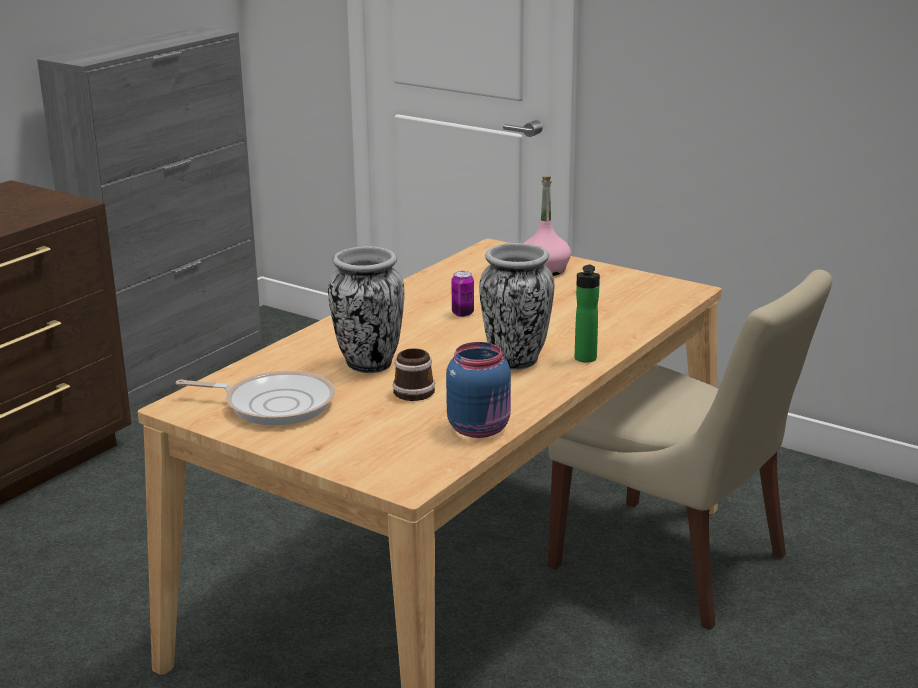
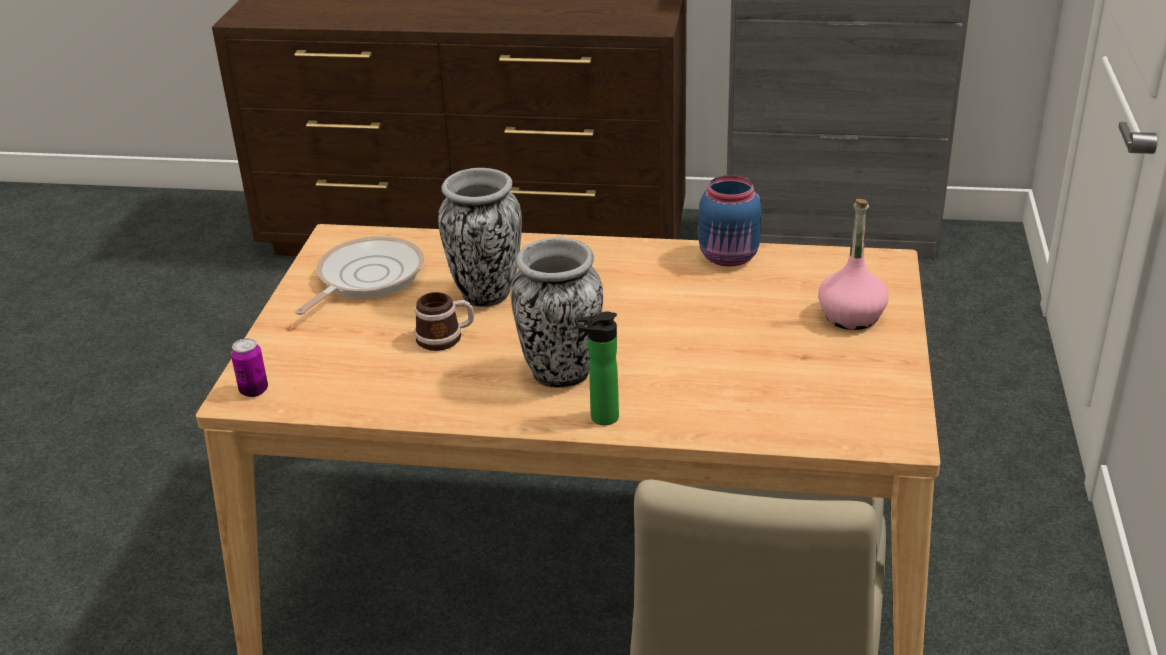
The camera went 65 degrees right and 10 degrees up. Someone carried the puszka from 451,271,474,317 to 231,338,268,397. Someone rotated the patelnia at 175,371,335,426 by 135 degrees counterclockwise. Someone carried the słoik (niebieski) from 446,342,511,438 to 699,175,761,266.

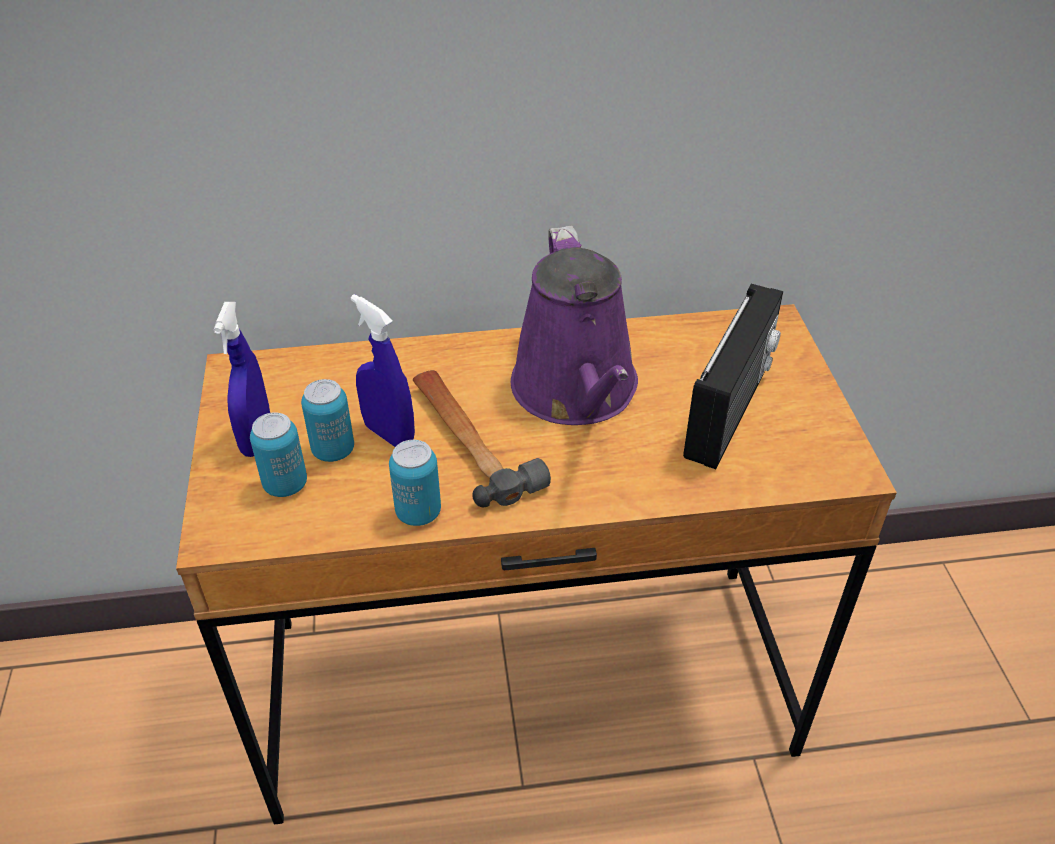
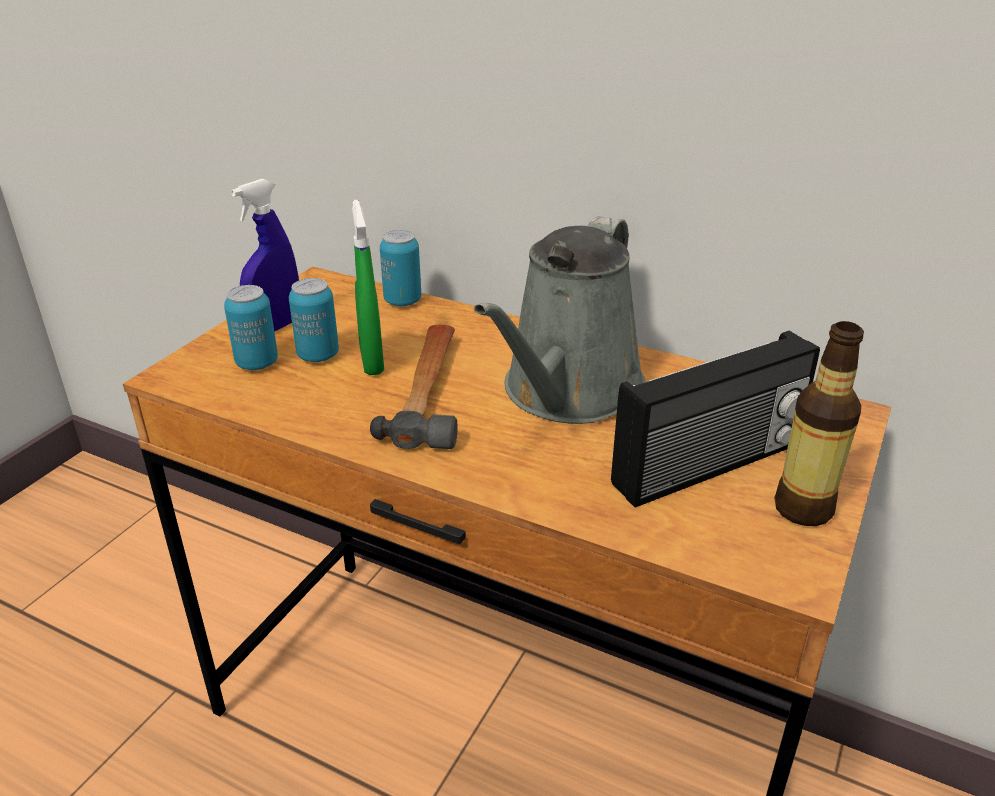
The camera went 35 degrees right and 10 degrees down. Someone repainted the spryskiwacz (niebieski) at 351,294,415,447, which became the spryskiwacz (zielony) at 352,200,384,375. Someone carried the puszka from 389,440,441,526 to 380,230,421,306. Someone repainted the konewka (fioletowy) at 511,226,638,425, which became the konewka (szary) at 474,216,646,424. Someone put down the butelka at 775,321,864,526.

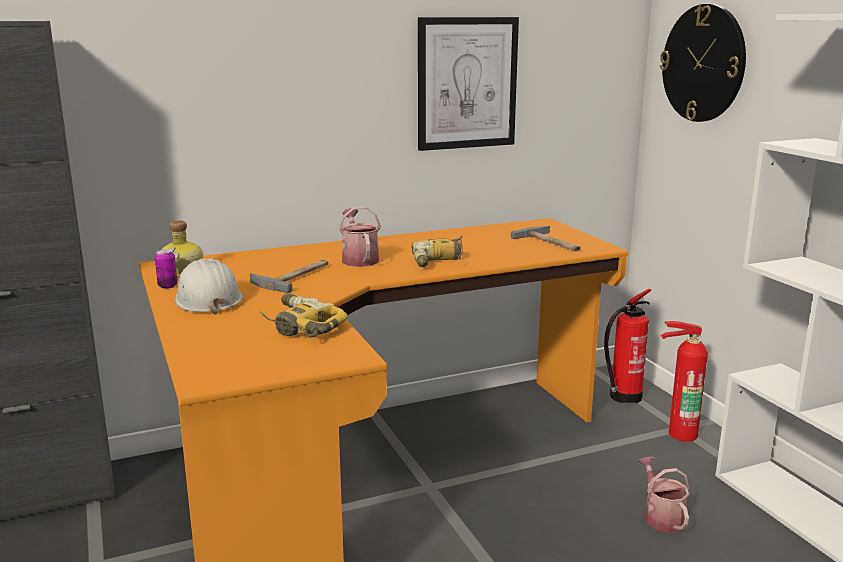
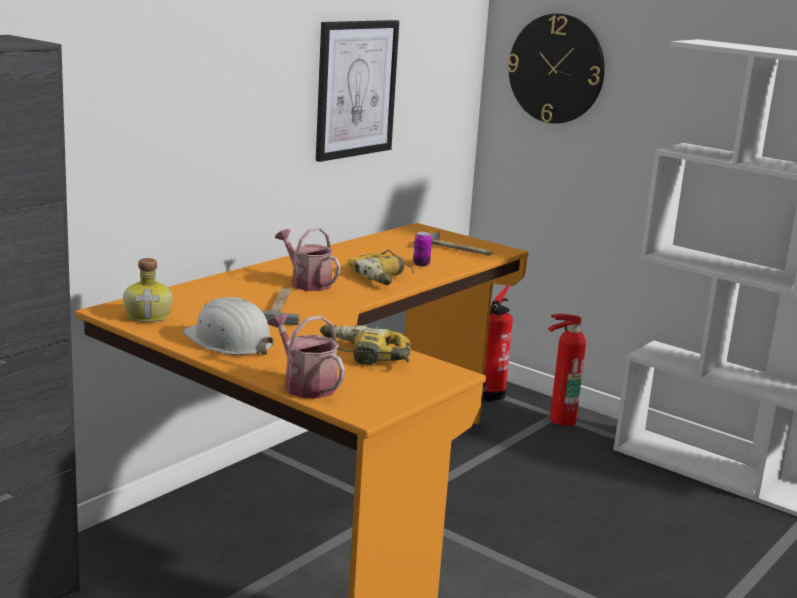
The camera went 30 degrees left and 0 degrees up. Someone carried the konewka from 638,457,690,533 to 268,314,345,398. Someone carried the puszka from 155,249,178,289 to 413,232,432,266.

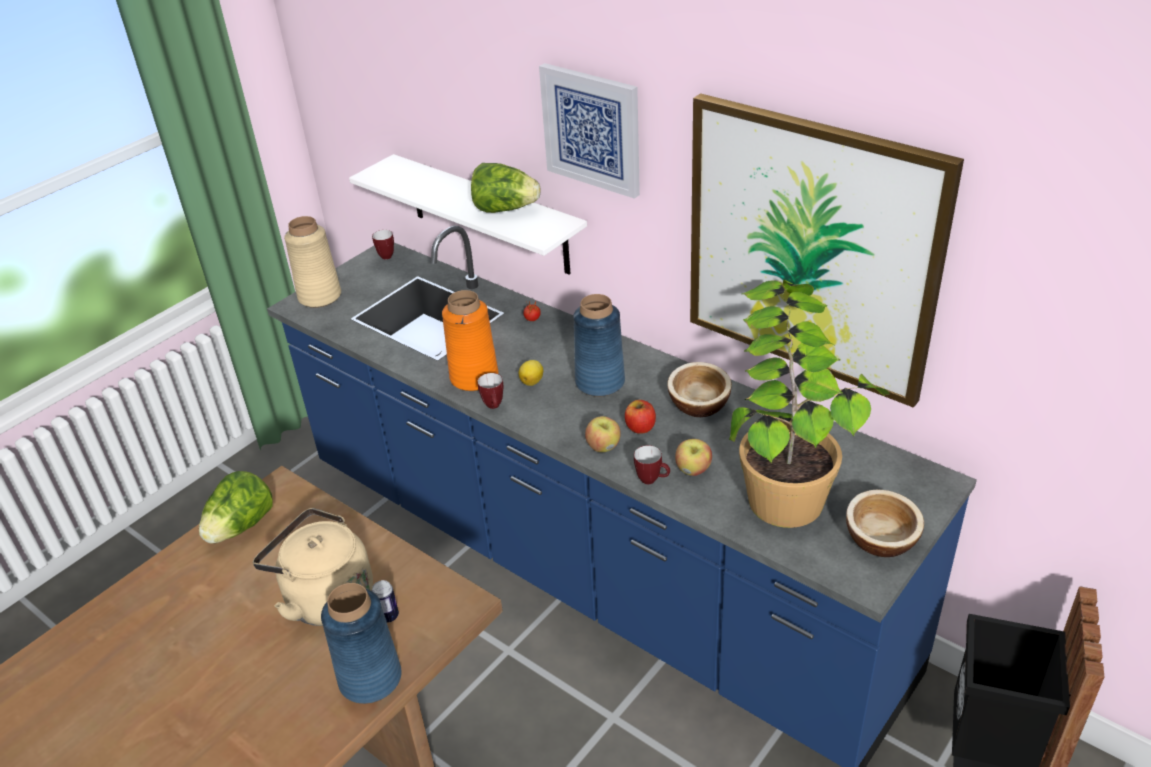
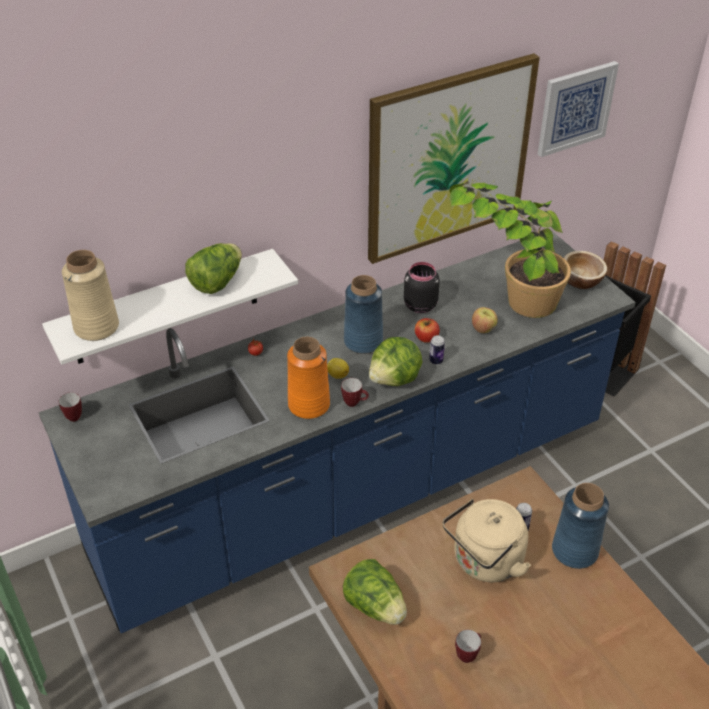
The camera went 70 degrees left and 5 degrees up. Someone carried the wazon (beżowy) from 284,216,341,308 to 62,250,119,341. Someone put down the sałata at 369,337,423,386. Someone swapped the miska at 667,362,732,417 for the słoik (czarny) at 404,262,440,313. Someone swapped the jabłko at 585,416,621,452 for the puszka at 429,335,445,365. Someone carried the kubek from 634,445,670,484 to 455,630,481,663. Someone carried the obraz from 539,63,640,199 to 538,61,619,157.

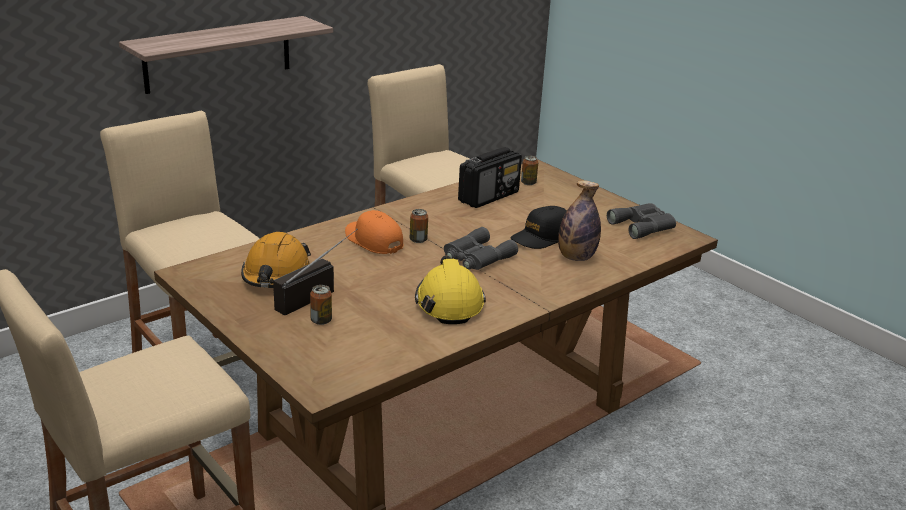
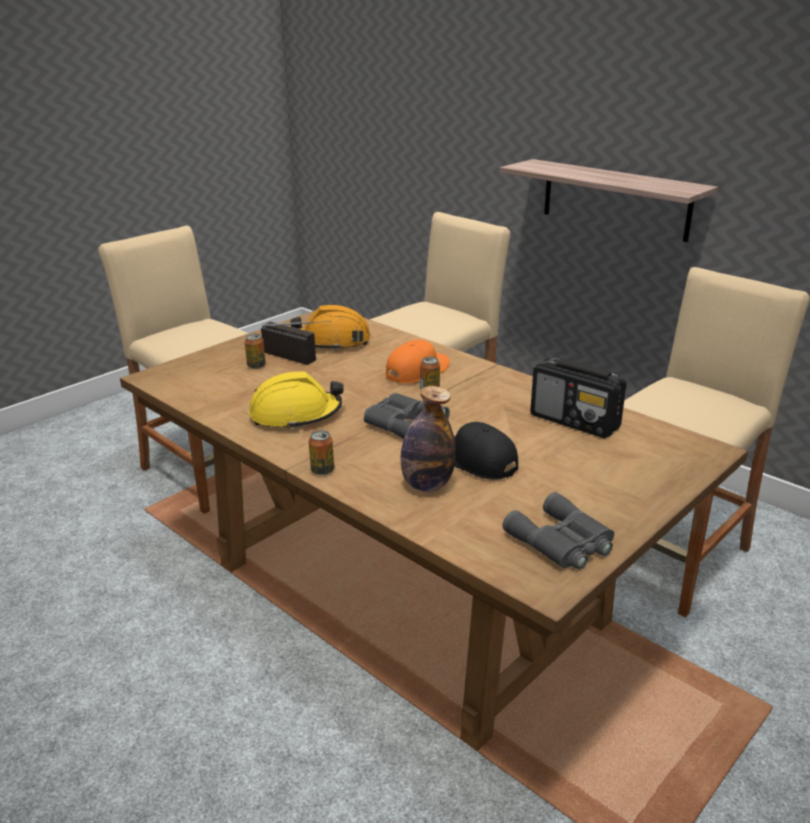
The camera went 85 degrees right and 0 degrees up. Someone carried the puszka from 521,155,538,185 to 308,430,334,475.

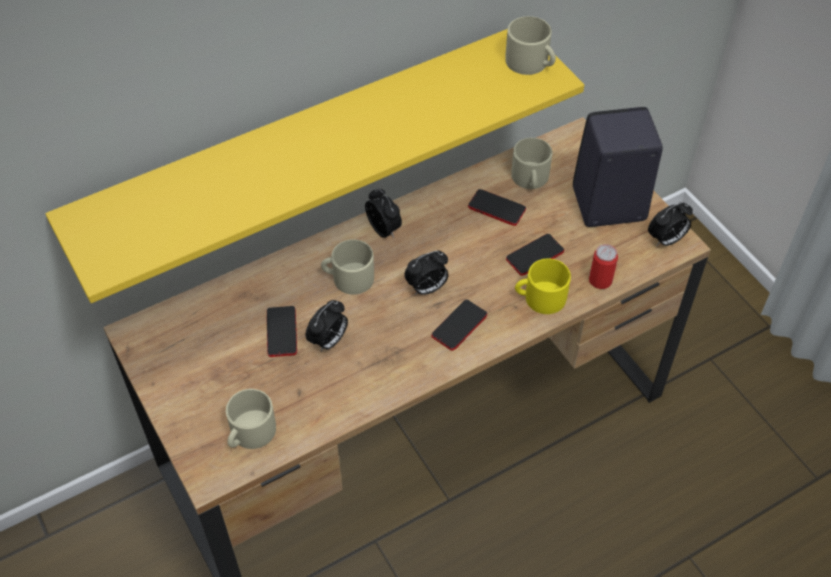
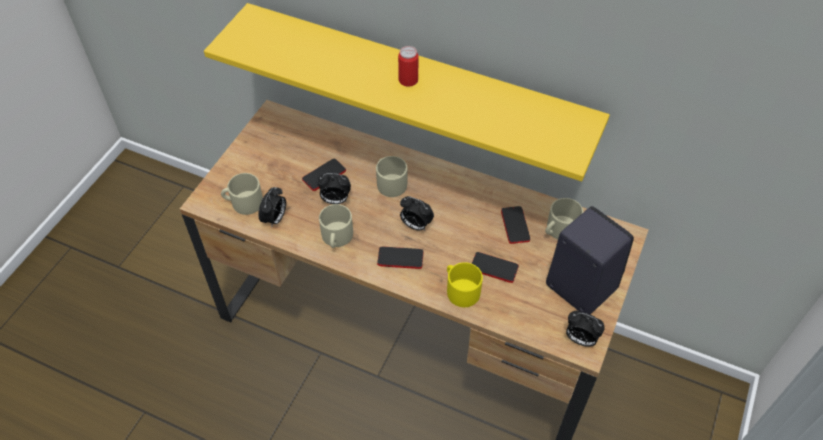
The camera went 55 degrees right and 0 degrees up. Someone carried the budzik from 365,189,402,238 to 258,187,286,227. Someone carried the kubek (beżowy) from 505,16,556,75 to 319,204,353,248. Someone carried the puszka from 589,244,618,289 to 398,46,418,87.

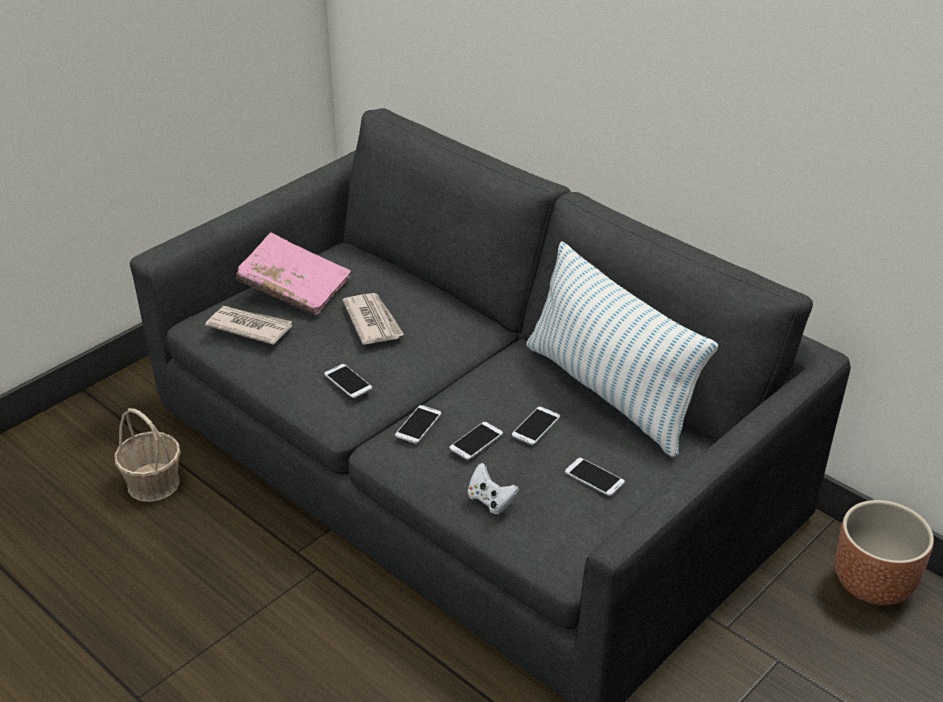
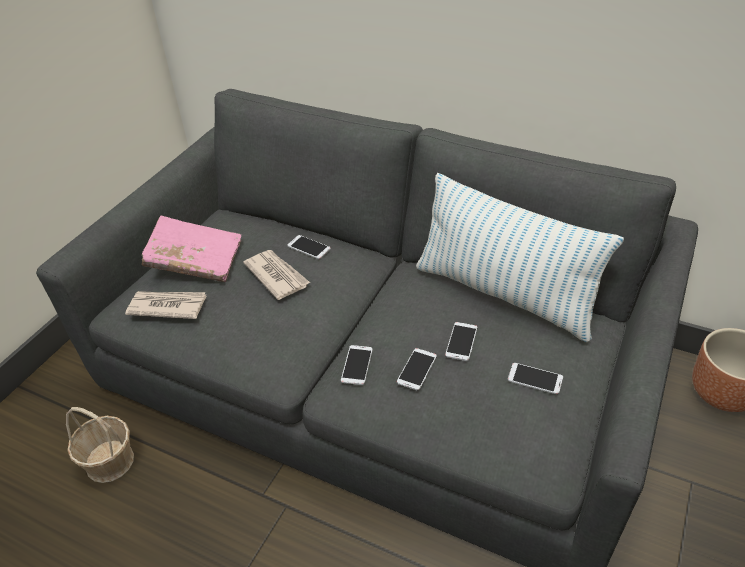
The camera went 15 degrees left and 5 degrees up. Someone carried the telefon from 324,364,372,398 to 288,235,331,259. Someone took away the pad do gier (biały) at 468,463,519,514.

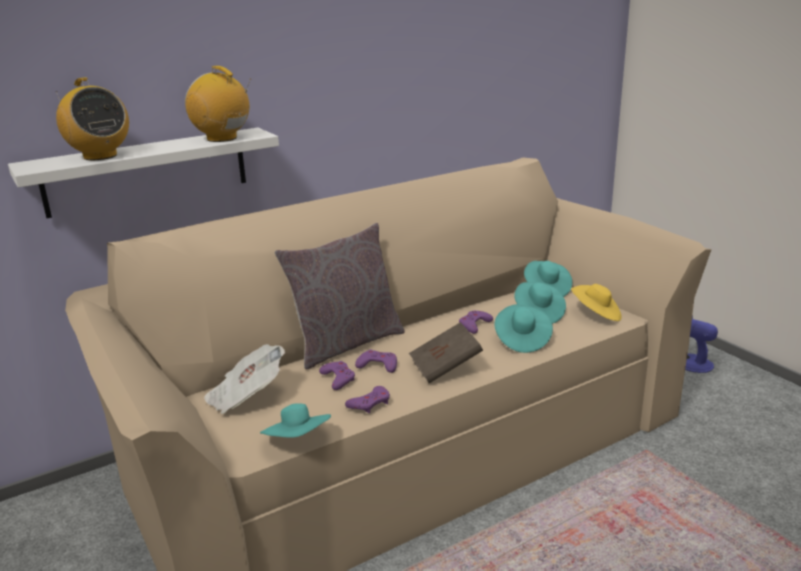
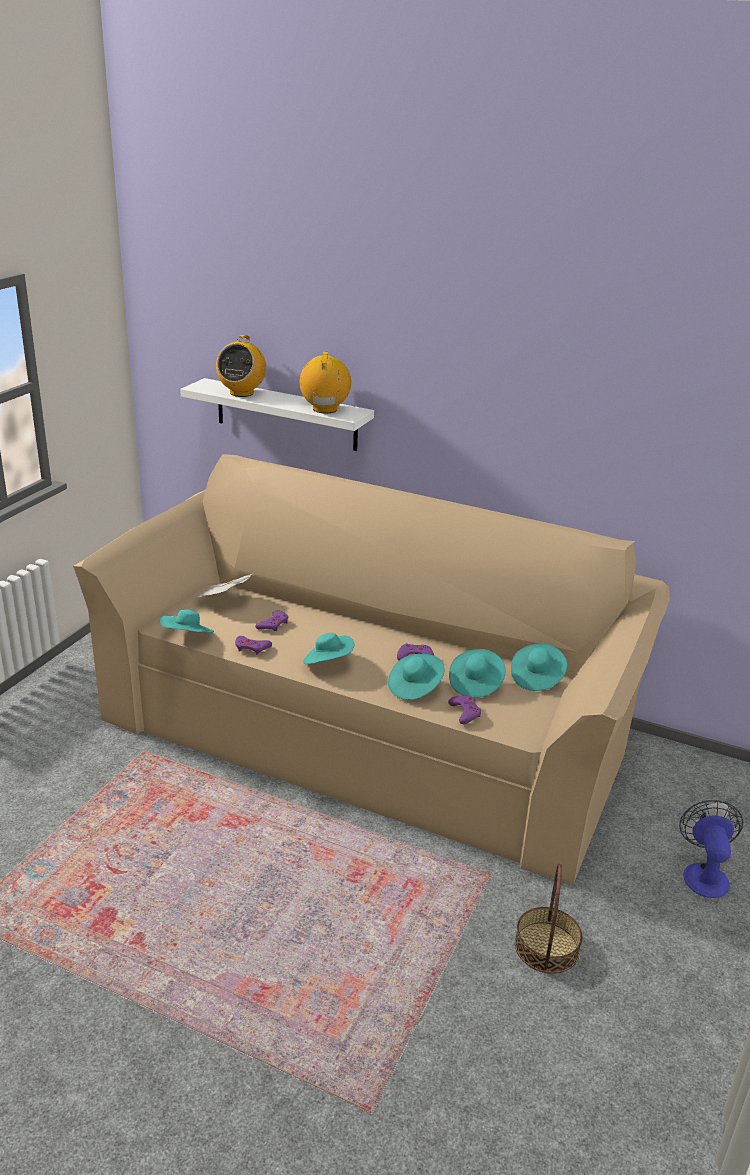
The camera went 55 degrees right and 5 degrees up. Someone swapped the książka (brązowy) at 409,322,483,383 for the kapelusz (turkusowy) at 303,633,354,664. Someone carried the pad do gier (fioletowy) from 355,349,397,373 to 448,696,481,724. Someone put down the koszyk at 515,863,582,974. Someone took away the poduszka (szary) at 275,223,405,369. Someone took away the kapelusz (żółty) at 571,284,622,321.

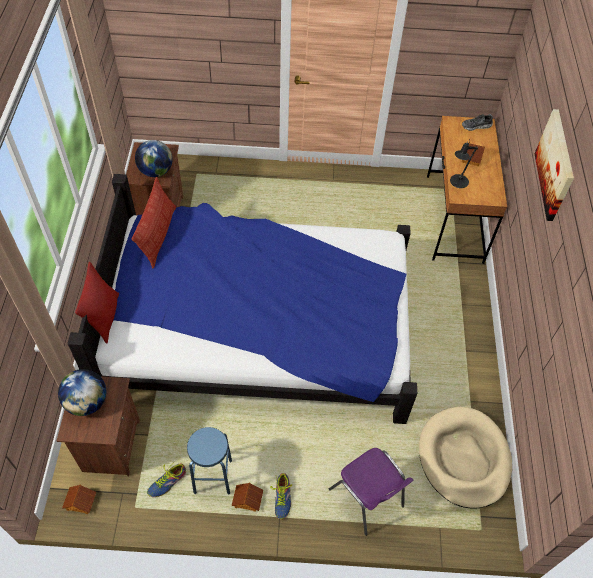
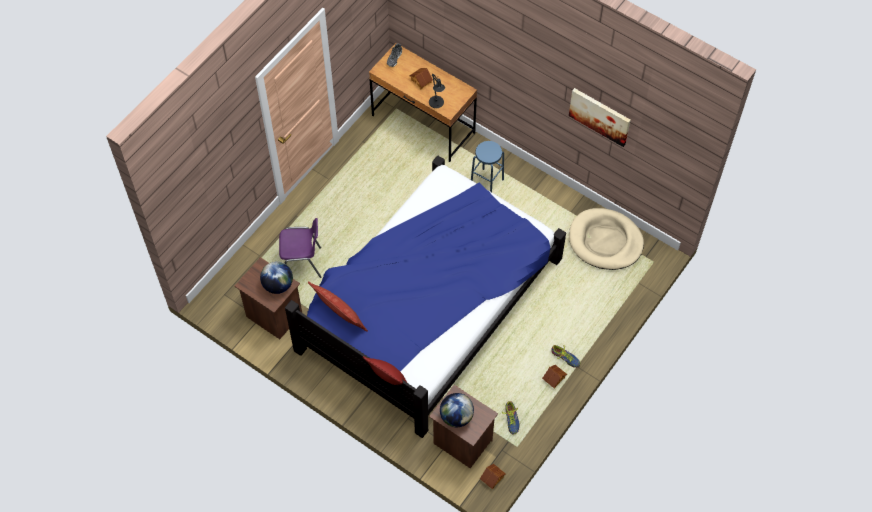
The camera went 55 degrees left and 5 degrees up. Someone carried the krzesło (fioletowy) from 329,448,414,536 to 279,218,322,278. Someone carried the stołek (niebieski) from 187,427,232,495 to 471,141,504,192. Someone carried the obraz from 535,109,574,221 to 569,88,631,147.

